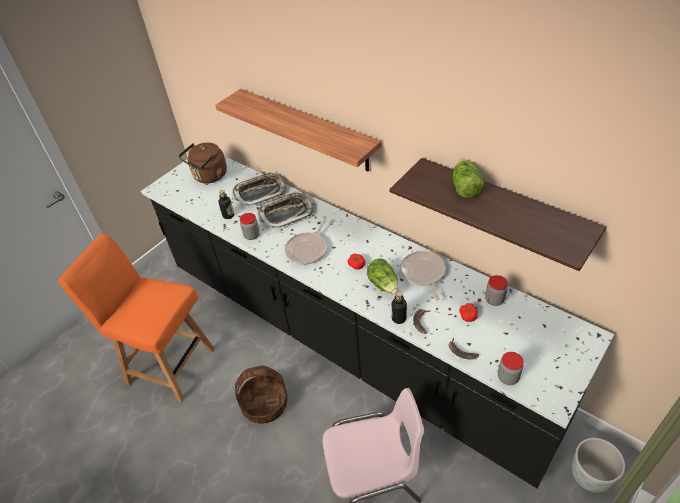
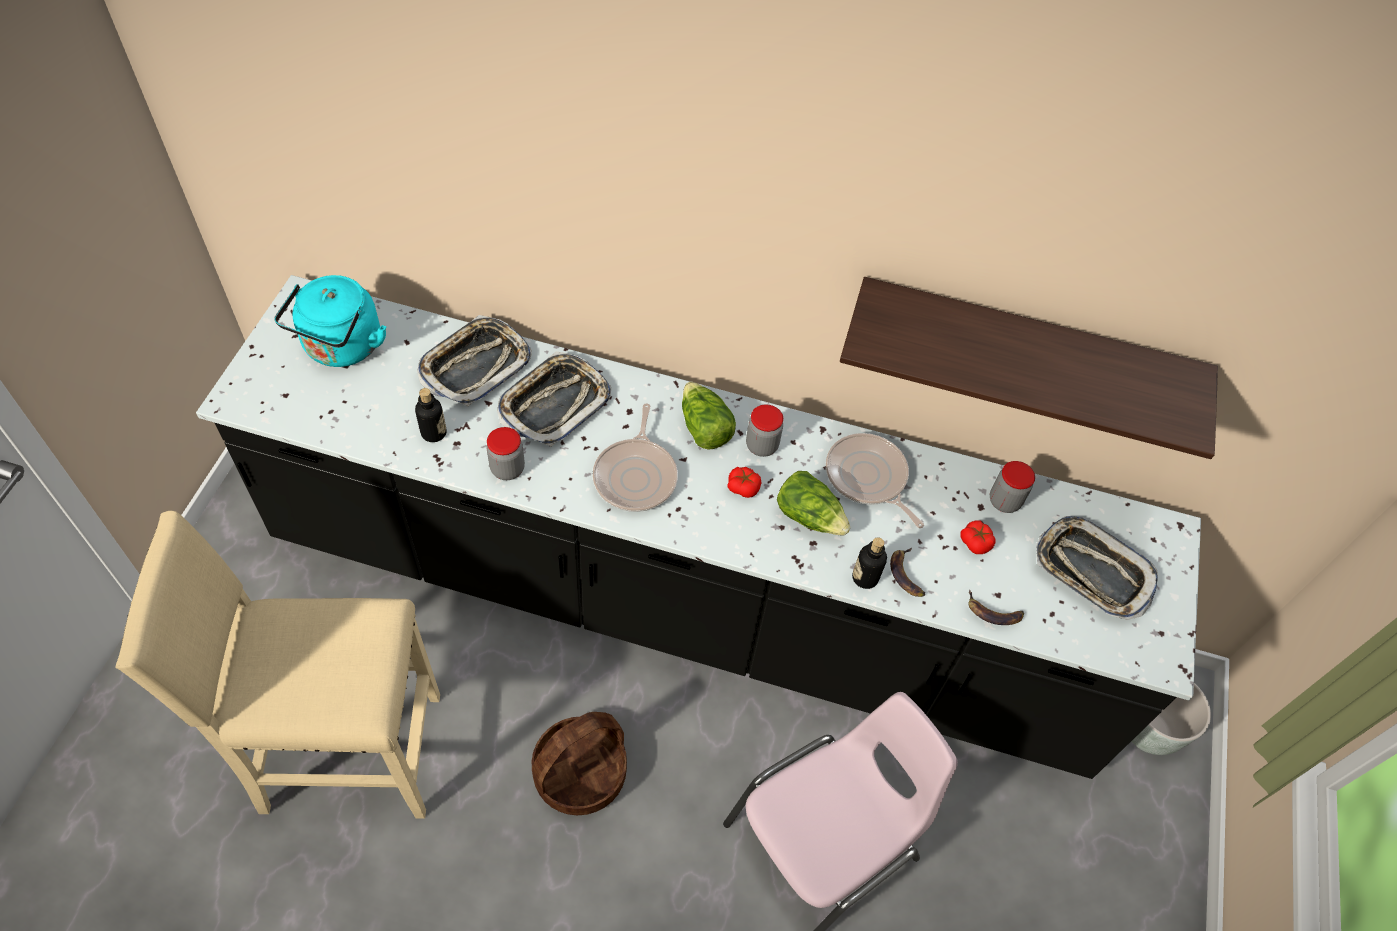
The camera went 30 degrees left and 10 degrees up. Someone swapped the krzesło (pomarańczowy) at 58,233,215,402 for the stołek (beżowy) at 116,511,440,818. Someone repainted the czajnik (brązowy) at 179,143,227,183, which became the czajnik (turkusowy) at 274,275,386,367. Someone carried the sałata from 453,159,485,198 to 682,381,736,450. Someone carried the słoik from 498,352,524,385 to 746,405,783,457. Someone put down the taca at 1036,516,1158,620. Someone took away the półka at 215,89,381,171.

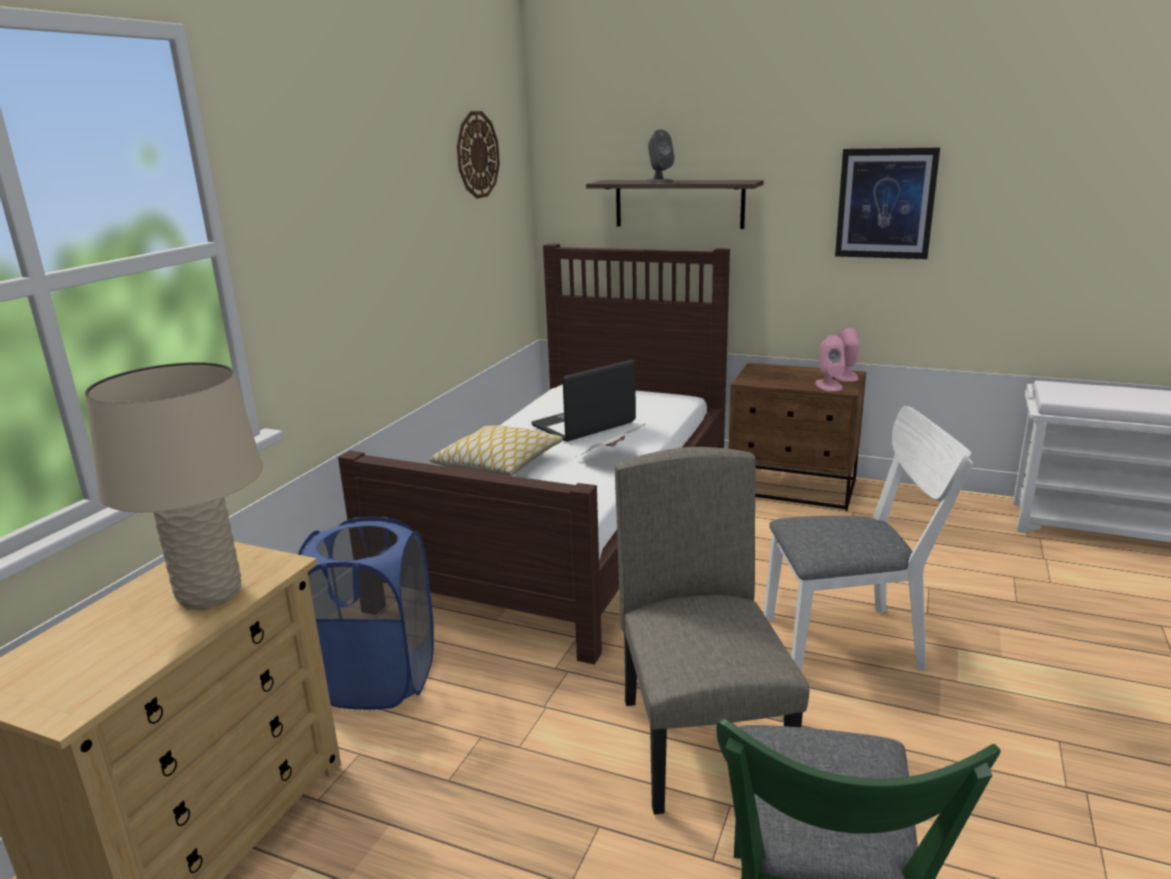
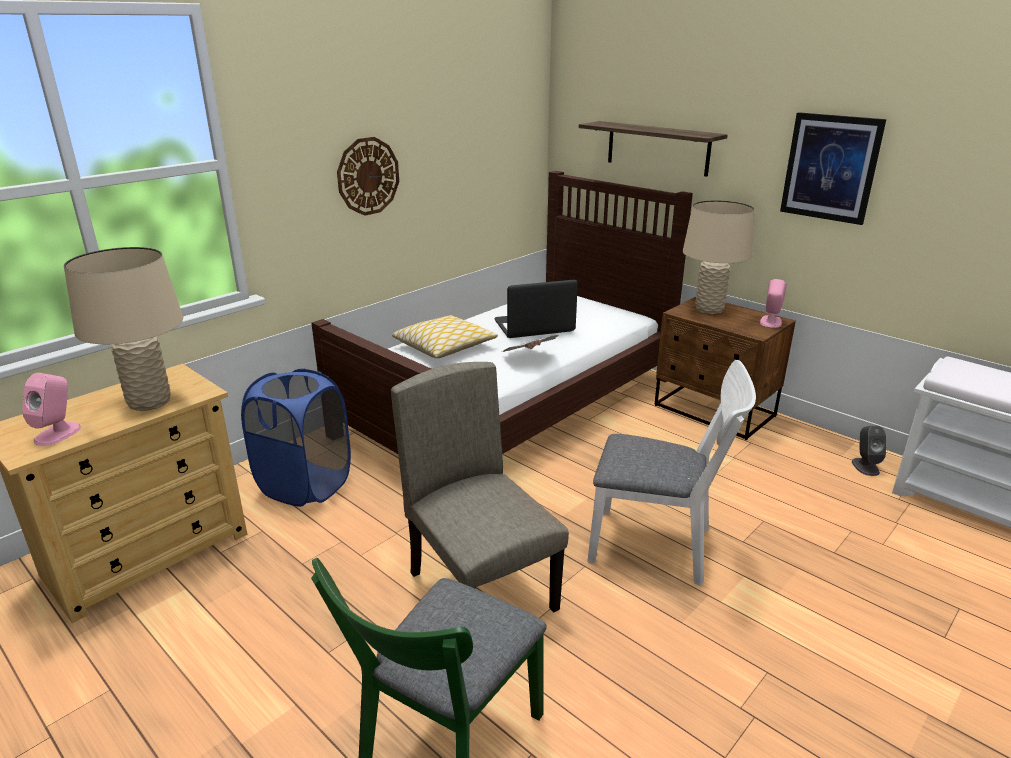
The camera went 20 degrees right and 5 degrees up. Someone carried the głośnik (różowy) from 815,335,845,391 to 22,373,81,446. Someone carried the zegar ścienny from 457,111,500,199 to 337,137,399,216. Someone rotated the krzesło (beżowy) at 615,447,810,815 by 45 degrees counterclockwise. Someone put down the lampa stołowa (beżowy) at 683,200,754,314. Someone carried the głośnik (szary) from 647,129,675,183 to 852,425,886,476.

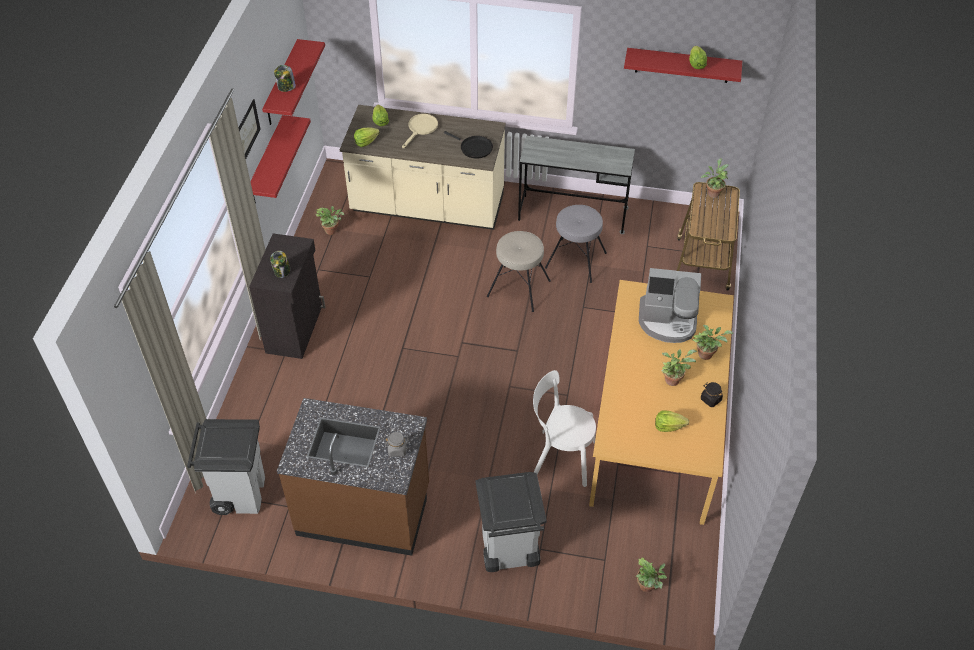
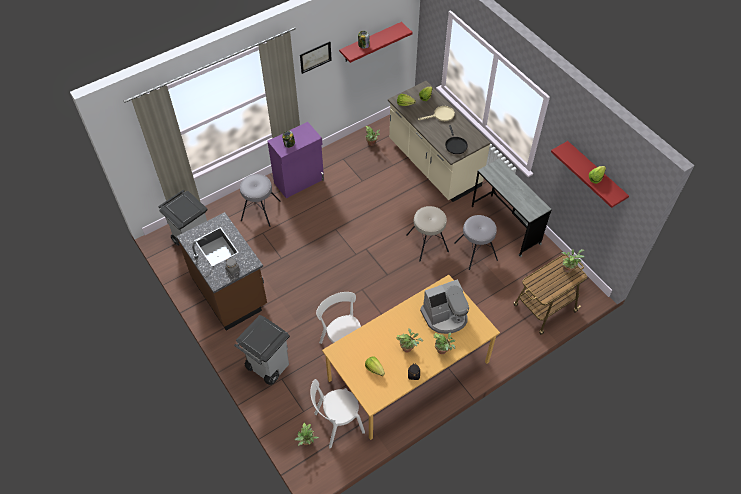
The camera went 45 degrees right and 5 degrees up. Someone put down the stołek (szary) at 240,174,280,227. Someone repainted the szafka (czarny) at 249,233,325,359, which became the szafka (fioletowy) at 267,122,324,198. Someone put down the krzesło (biały) at 310,379,365,448. Someone rotated the ekspres do kawy at 639,268,701,343 by 75 degrees counterclockwise. Someone took away the półka (czerwony) at 250,115,311,204.

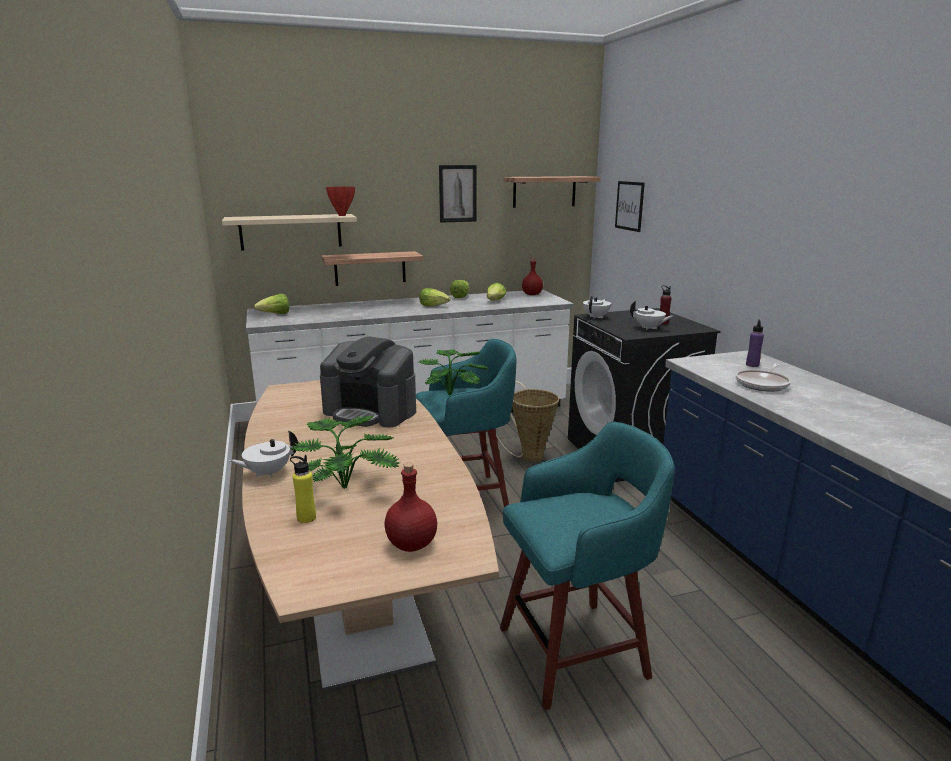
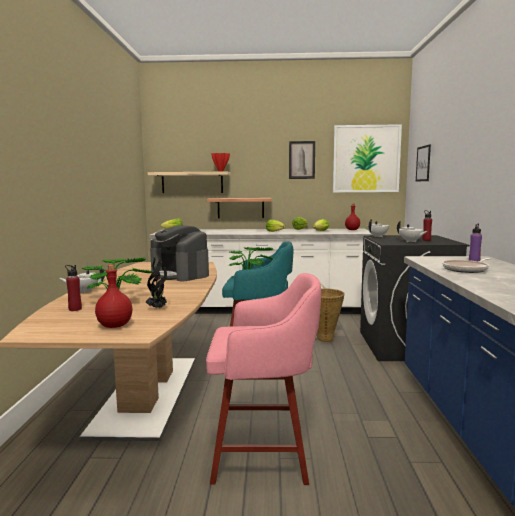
The camera went 20 degrees right and 10 degrees down. Someone repainted the butelka (żółty) at 290,455,316,523, which became the butelka (czerwony) at 65,265,82,311. Someone put down the roślina doniczkowa at 146,255,167,309. Someone repainted the stołek (turkusowy) at 500,421,675,710, which became the stołek (różowy) at 206,273,321,485. Someone swapped the półka at 503,176,601,208 for the obraz at 333,124,402,192.

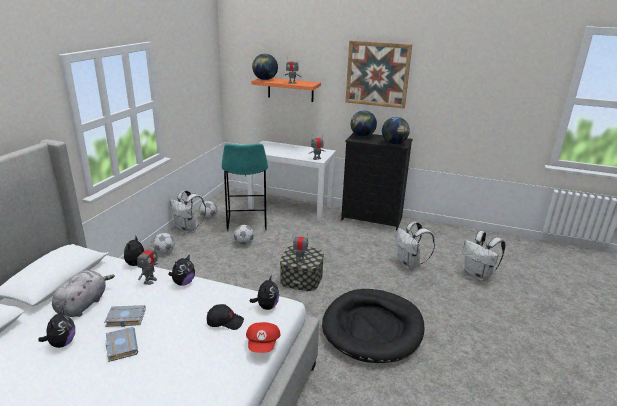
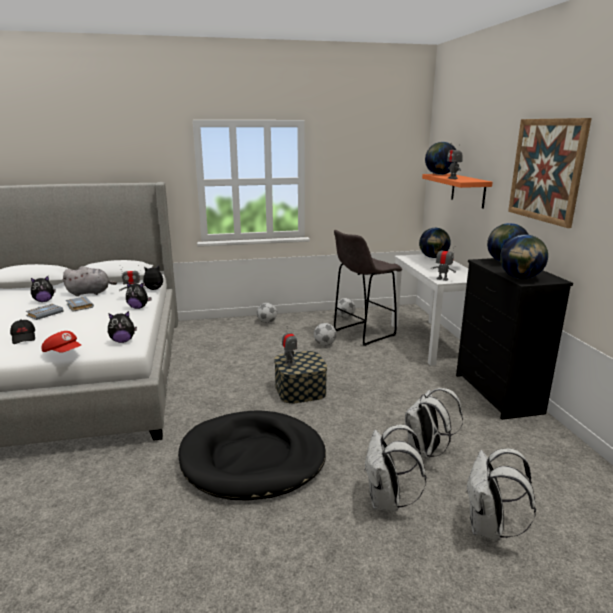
The camera went 60 degrees right and 5 degrees down. Someone carried the czapka z daszkiem (czarny) from 207,304,244,330 to 10,319,35,344. Someone rotated the czapka z daszkiem (czerwony) at 246,322,280,353 by 120 degrees counterclockwise. Someone repainted the stołek (turkusowy) at 222,143,268,231, which became the stołek (szary) at 334,230,402,346. Someone carried the plecak (biały) from 170,190,206,233 to 364,425,427,511. Someone put down the globus at 419,228,451,258.

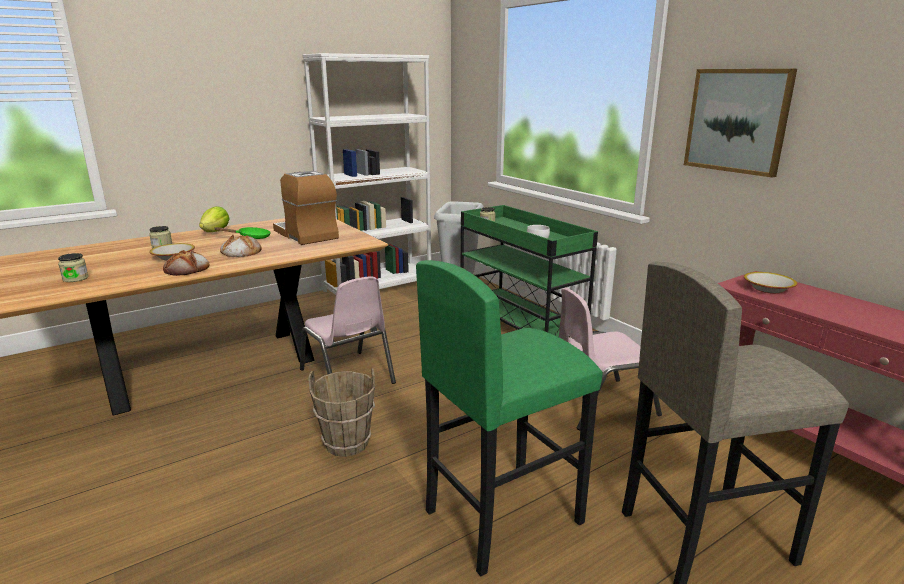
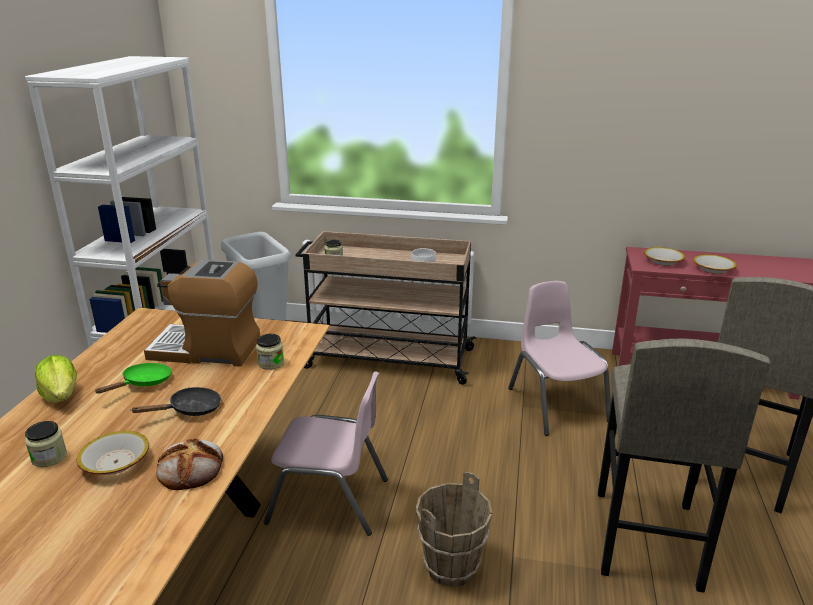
The camera went 45 degrees left and 5 degrees up. Someone swapped the chleb at 220,235,262,257 for the patelnia (czarny) at 130,387,221,416. Someone carried the słoik from 58,253,89,282 to 256,334,284,370. Someone repainted the wózek (zielony) at 461,205,599,337, which became the wózek (beżowy) at 295,231,476,385. Someone rotated the krzesło (różowy) at 559,288,662,430 by 135 degrees clockwise. Someone repainted the stołek (zielony) at 416,260,603,576, which became the stołek (szary) at 598,338,770,593. Someone put down the miska at 693,254,737,274. Someone took away the obraz at 684,69,797,178.

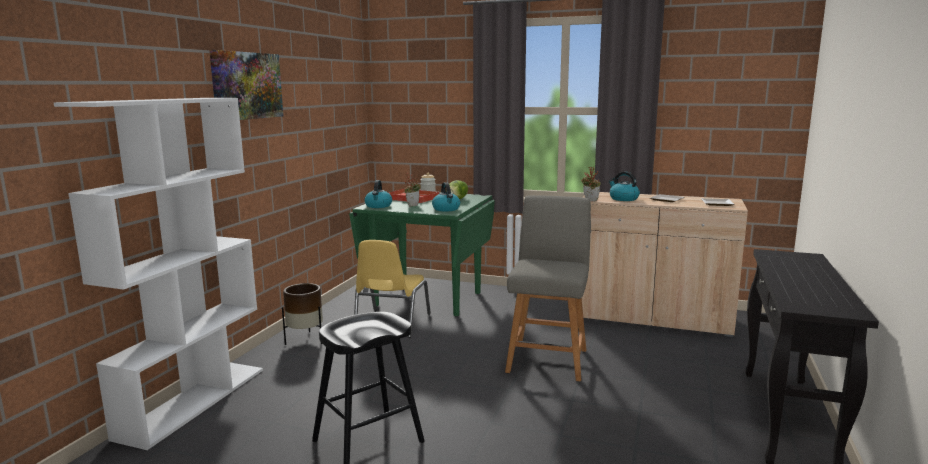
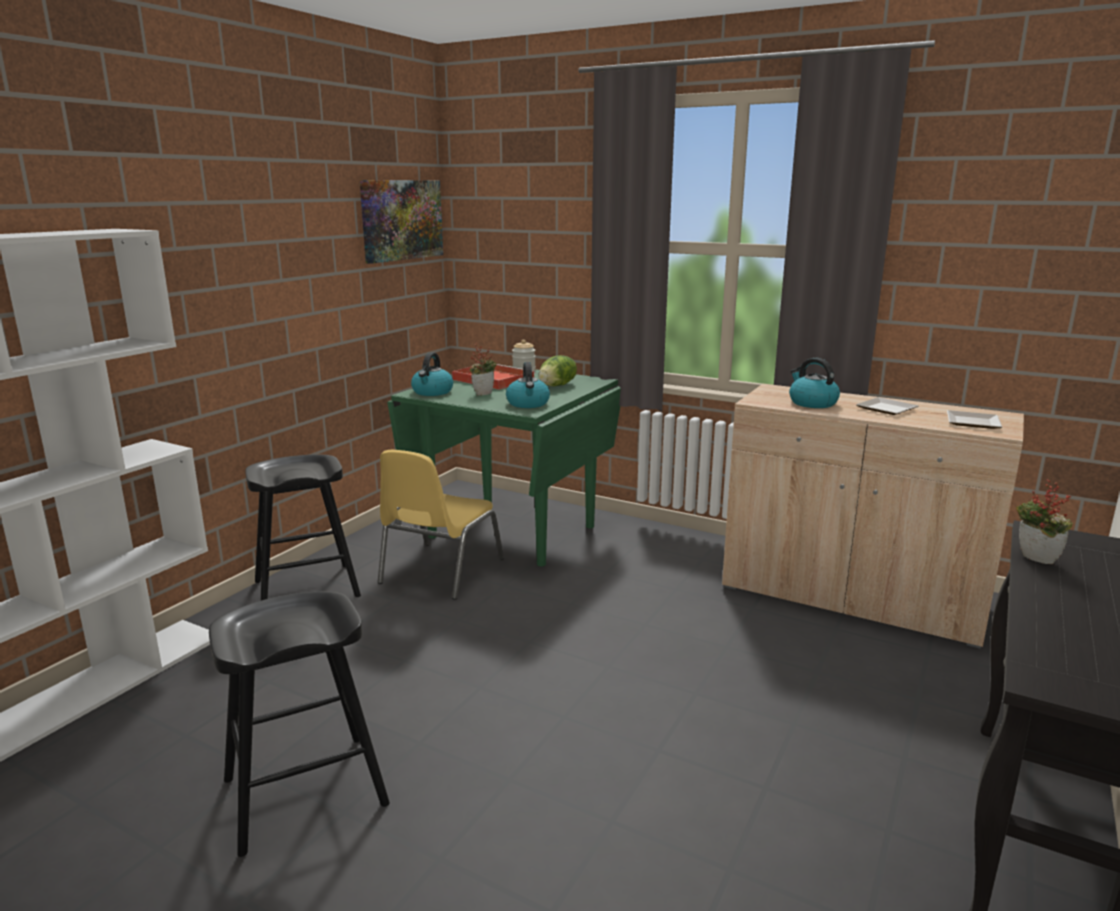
The camera went 10 degrees right and 5 degrees up. Someone swapped the donica (brązowy) at 282,283,323,345 for the stołek (czarny) at 245,455,361,600. Someone carried the obraz from 209,50,283,120 to 359,180,443,264. Someone carried the roślina doniczkowa from 581,167,601,201 to 1016,479,1073,564. Someone took away the krzesło (szary) at 505,195,591,381.

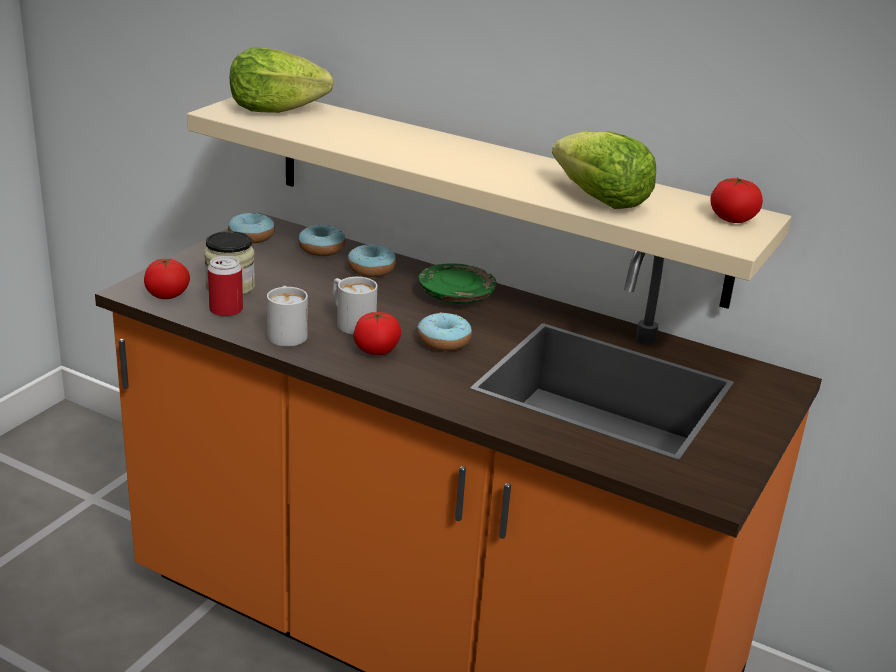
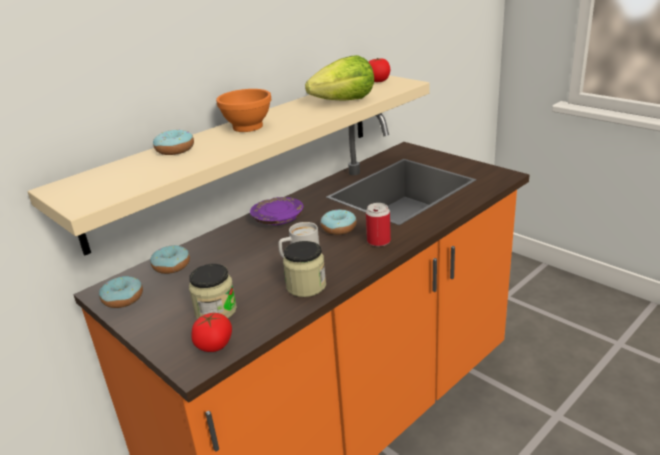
The camera went 70 degrees left and 0 degrees up. Someone carried the donut from 347,245,396,277 to 153,130,194,155. Someone put down the miska (pomarańczowy) at 216,89,271,132. Someone repainted the talerz (zielony) at 419,263,497,304, which became the talerz (fioletowy) at 250,197,304,225. Someone swapped the kubek (biały) at 267,286,308,347 for the słoik at 283,241,326,297. Someone carried the puszka from 208,256,243,317 to 366,203,391,247. Someone took away the sałata at 230,47,334,113. Someone took away the pomidor at 354,311,401,355.

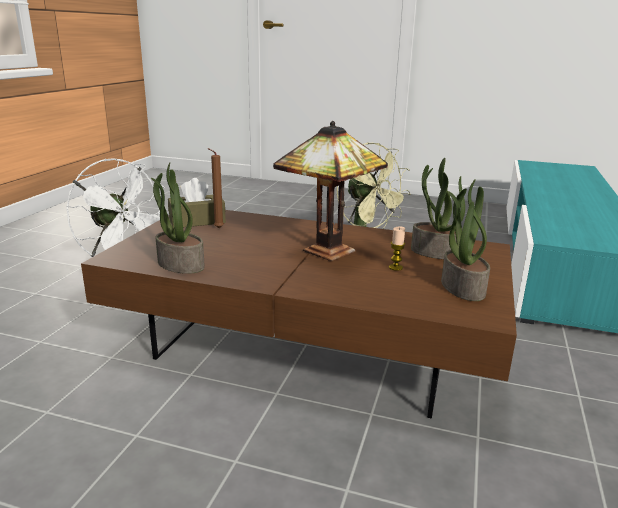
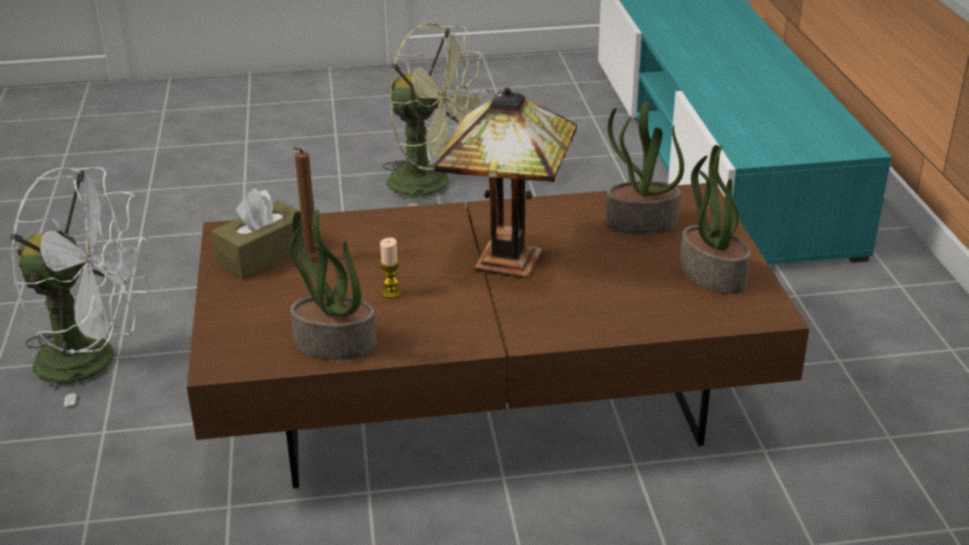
The camera went 25 degrees left and 10 degrees up. Someone carried the świeca from 389,226,405,271 to 379,237,401,299.

